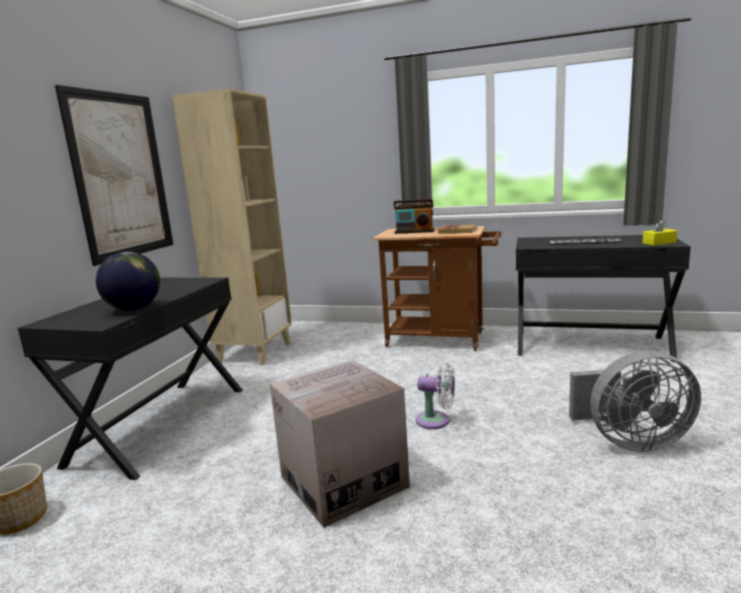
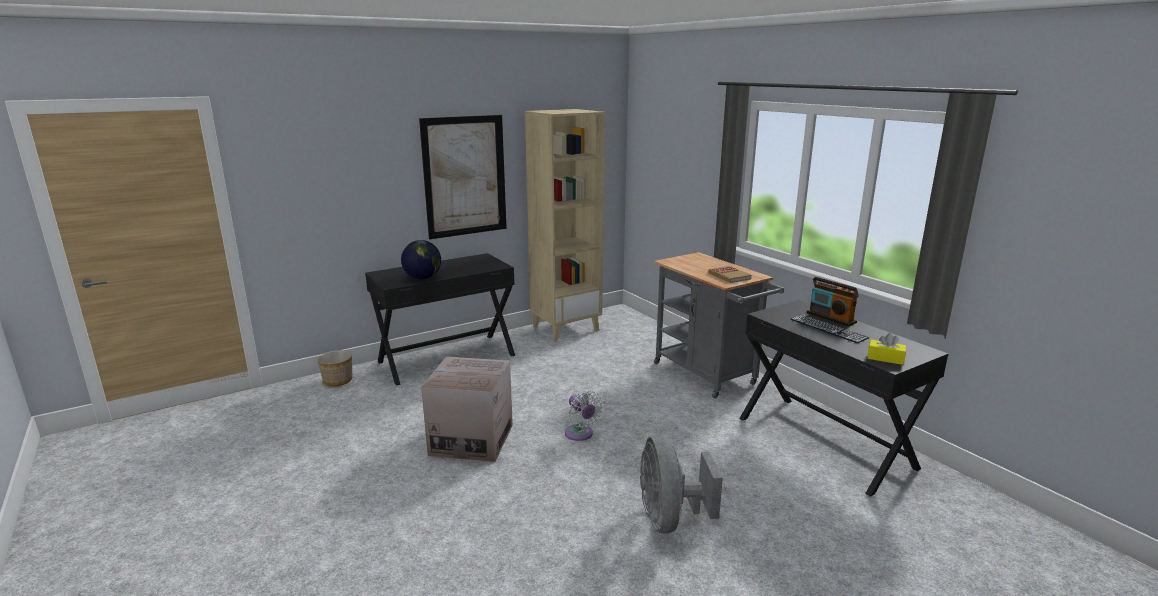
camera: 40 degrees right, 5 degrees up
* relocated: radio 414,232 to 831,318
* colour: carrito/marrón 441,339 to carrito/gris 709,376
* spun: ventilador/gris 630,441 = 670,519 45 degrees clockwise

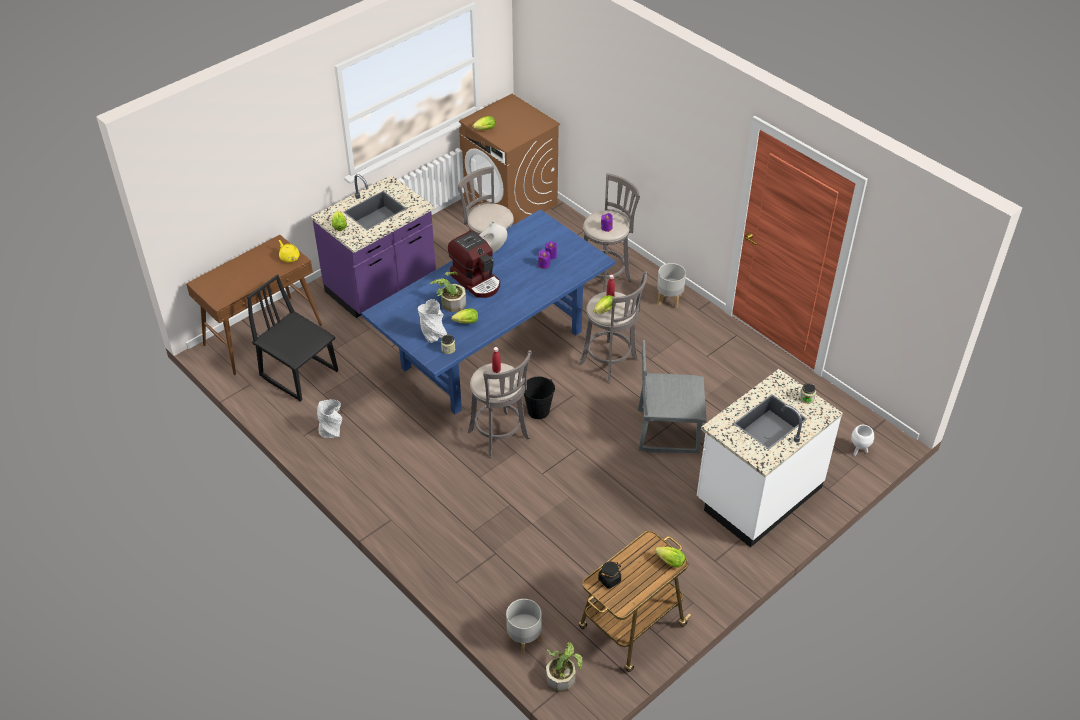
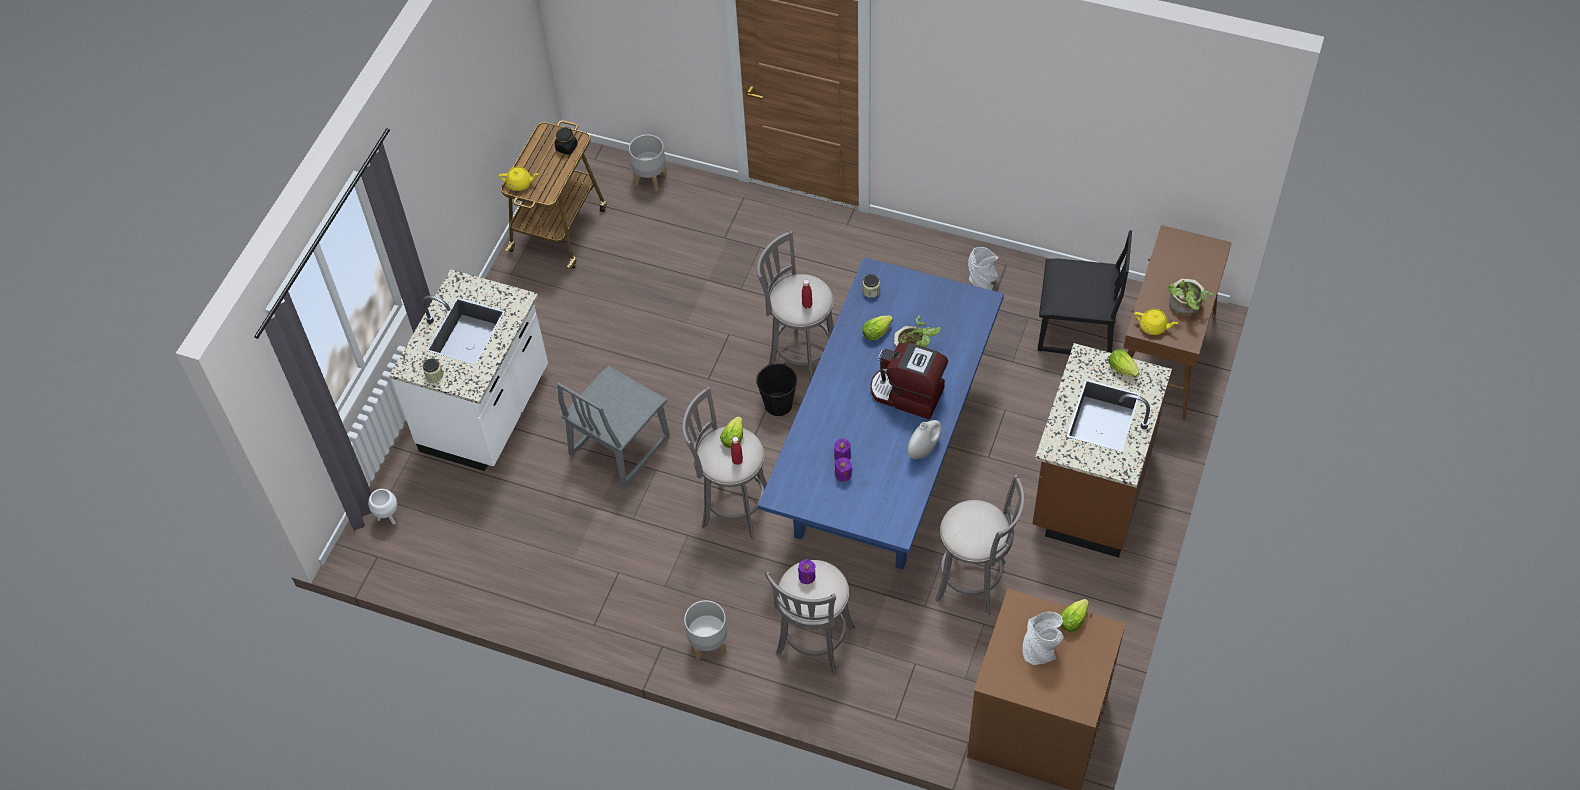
camera: 155 degrees right, 10 degrees up
* colour: mueble bajo de cocina/morado 382,286 to mueble bajo de cocina/marrón 1090,489
* relocated: florero/gris 433,334 to 1041,650
* spun: silla/gris 668,431 = 618,445 150 degrees clockwise
* exchanged: lechuga 668,561 to tetera/amarillo 520,183
* relocated: planta en maceta 563,675 to 1185,307

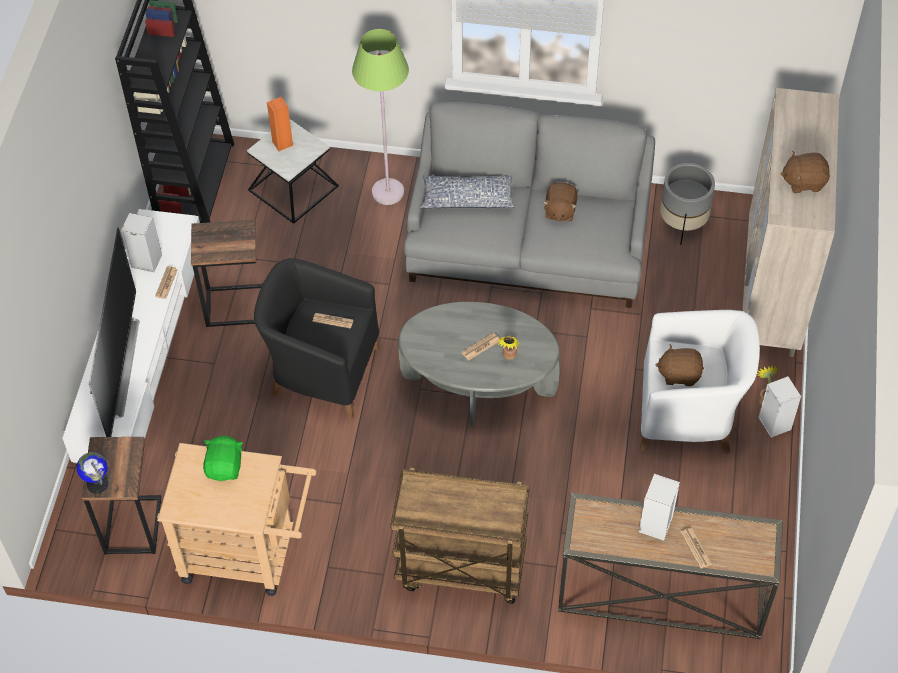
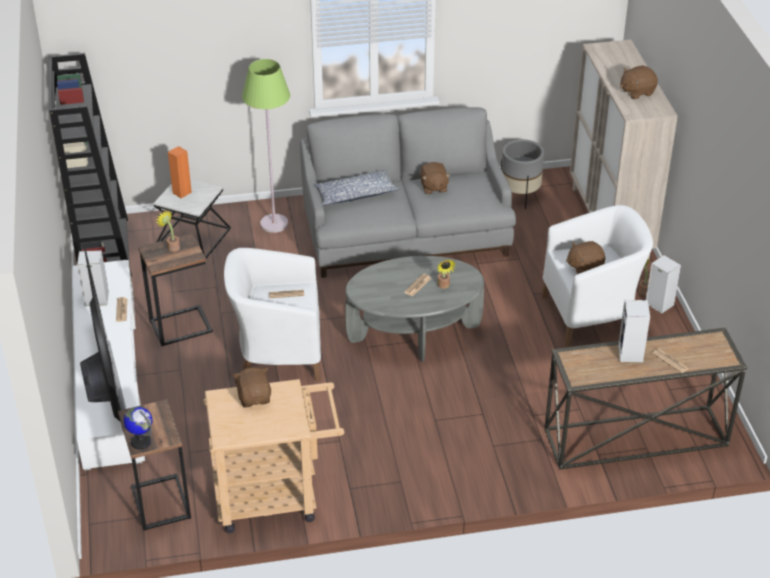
camera: 20 degrees left, 15 degrees down
* colour: sillón/negro 322,371 to sillón/blanco 277,354
* colour: peluche/verde 225,467 to peluche/marrón 254,397
* missing: carrito/marrón 460,569
* appeared: planta en maceta 172,247

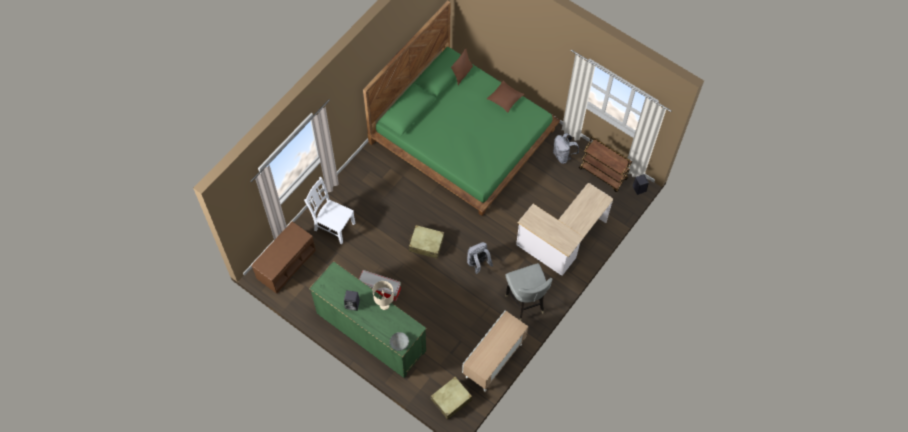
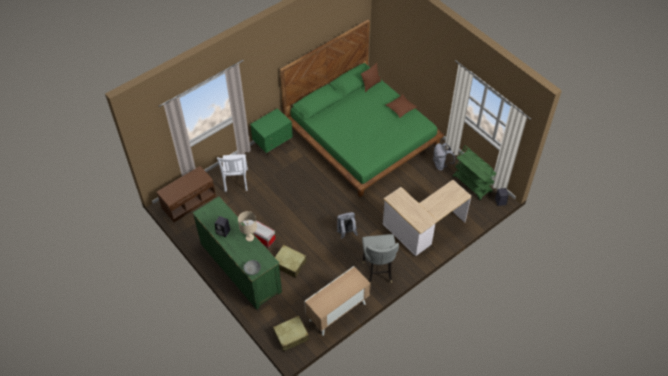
camera: 15 degrees right, 10 degrees down
* colour: carrito/marrón 603,174 to carrito/verde 472,184
* spun: silla/blanco 333,226 = 236,181 135 degrees counterclockwise
* relocated: maleta/beis 426,244 to 289,264
* appeared: mesita de noche/verde 273,144

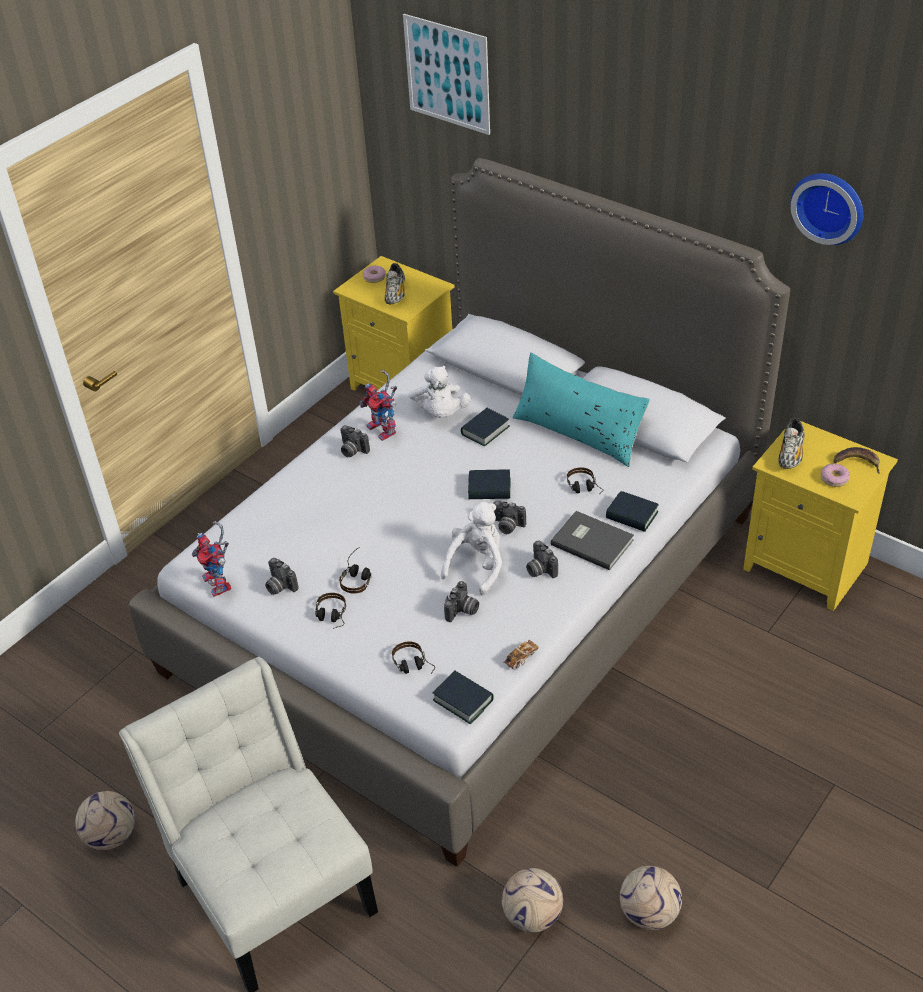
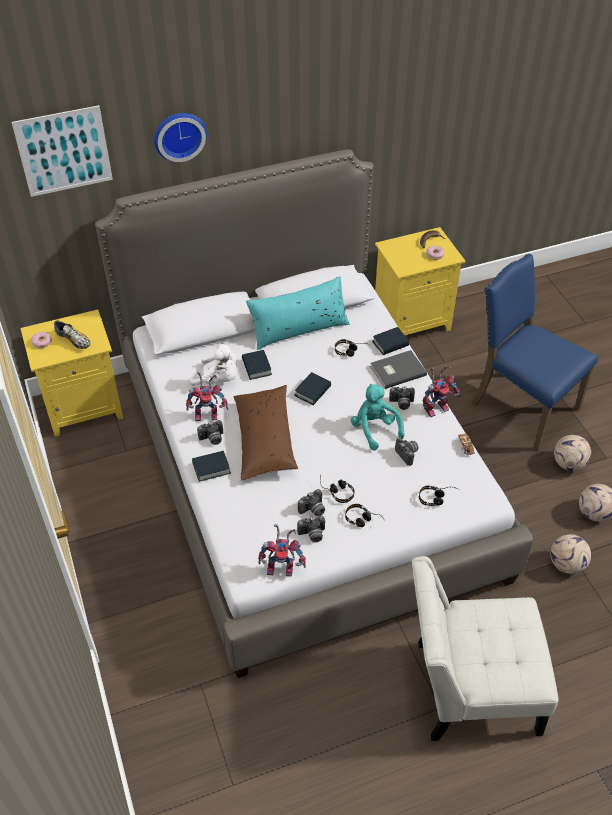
camera: 60 degrees left, 5 degrees up
* relocated: reloj de pared 829,206 to 179,135
* missing: zapato 790,453
* relocated: cámara 507,526 to 313,510
* colour: peluche/blanco 477,565 to peluche/turquesa 374,429
* relocated: libro 463,700 to 211,468
* relocated: balón de fútbol 112,836 to 568,463
* appeared: silla/azul 521,406
* appeared: robot de juguete 437,407
* appeared: cojín/marrón 265,439

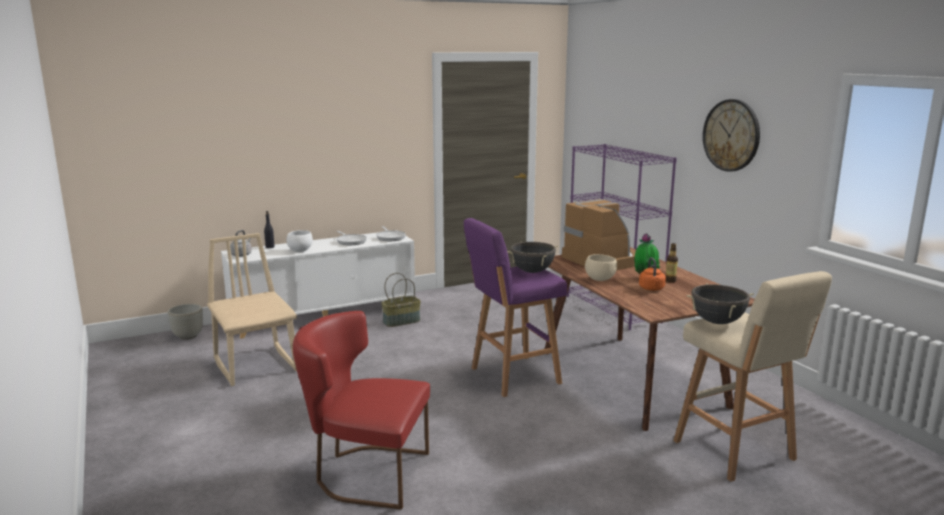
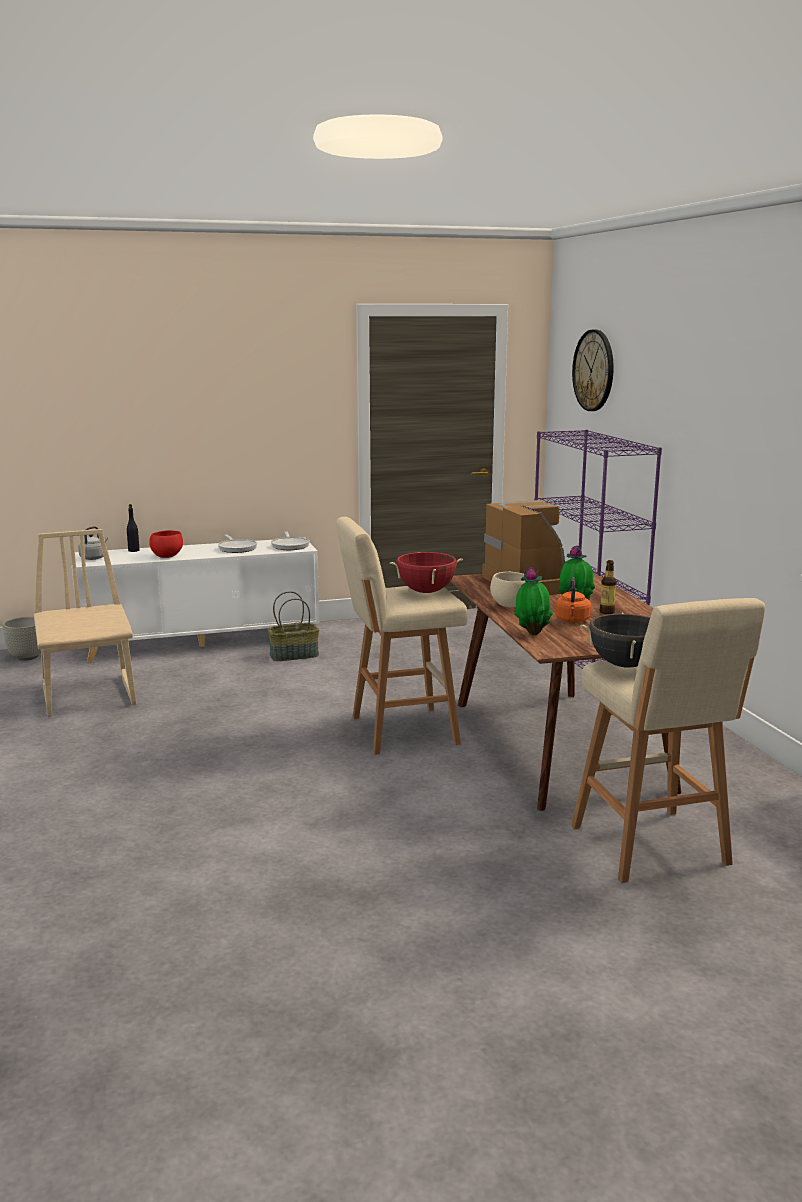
camera: 10 degrees right, 0 degrees up
* relocated: reloj de pared 731,135 to 594,370
* colour: taburete/morado 512,376 to taburete/beis 400,731
* colour: cuenco/blanco 299,251 to cuenco/rojo 166,556
* colour: olla/negro 532,271 to olla/rojo 426,591
* missing: silla/rojo 365,474
* appeared: planta en maceta 532,633

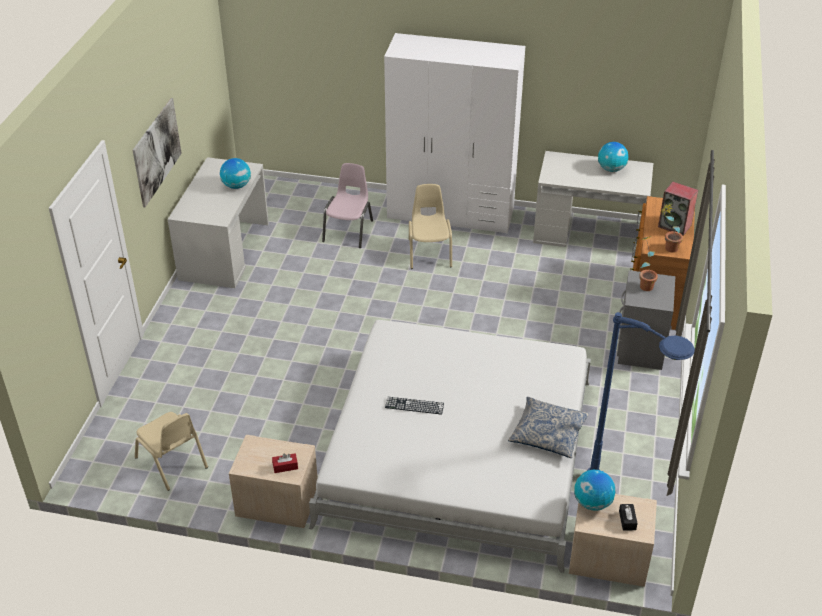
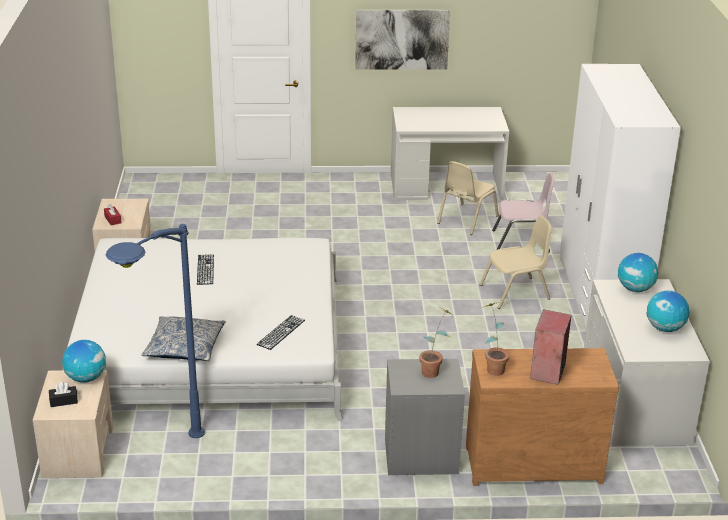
camera: 75 degrees right, 10 degrees down
* relocated: globo terráqueo 236,186 to 635,289
* relocated: silla/beis 172,462 to 466,219
* appeared: teclado 281,332

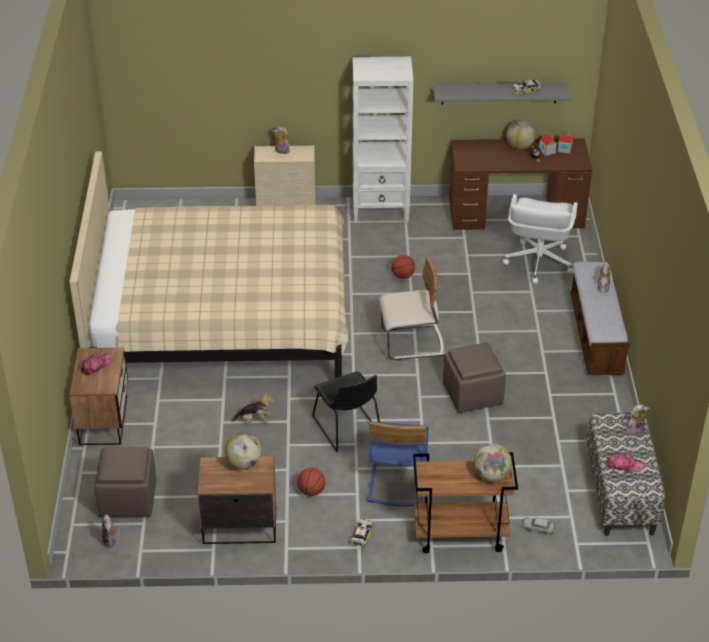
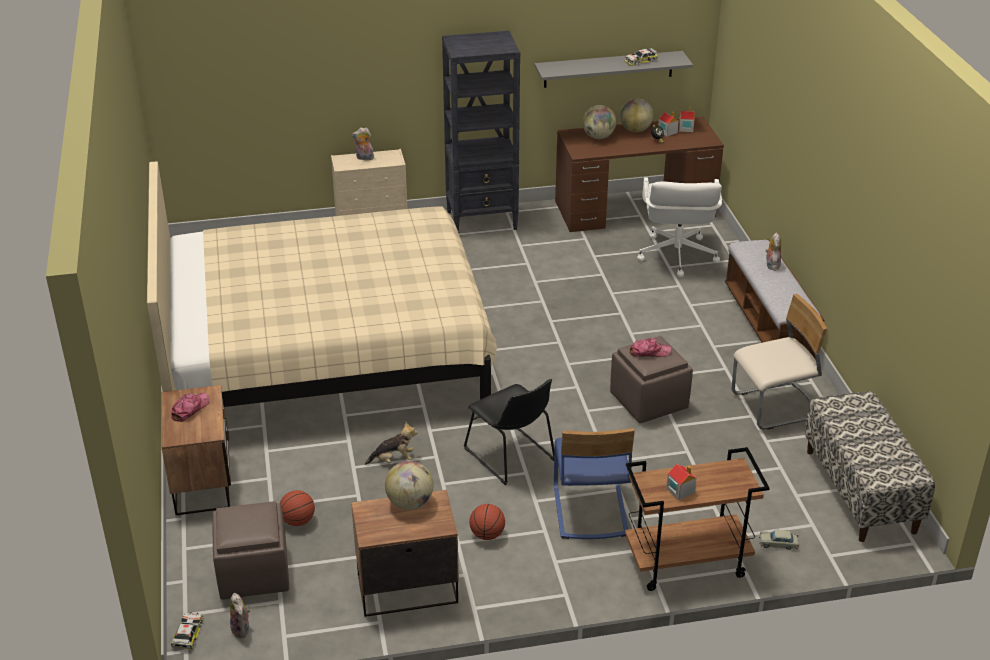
camera: 10 degrees left, 5 degrees down
* colour: estantería/blanco 381,210 to estantería/negro 482,220
* relocated: balón de baloncesto 402,276 to 298,521
* relocated: silla/beis 412,343 to 776,407
* missing: peluche 635,429
* relocated: globo terráqueo 491,475 to 598,137
* relocated: gorra 624,465 to 649,352
* relocated: coche de juguete 362,535 to 188,634
* appeared: casita 680,490

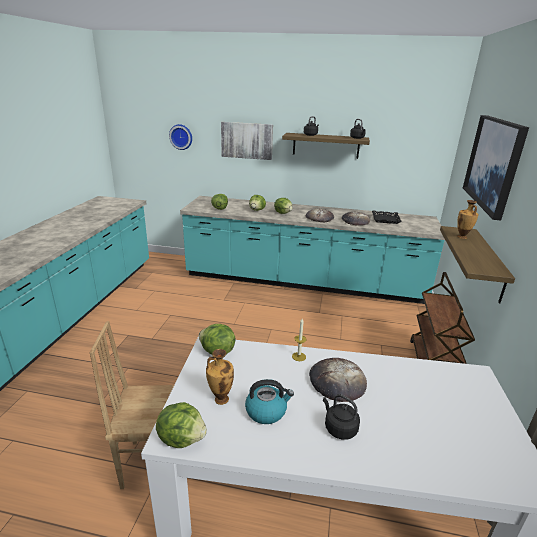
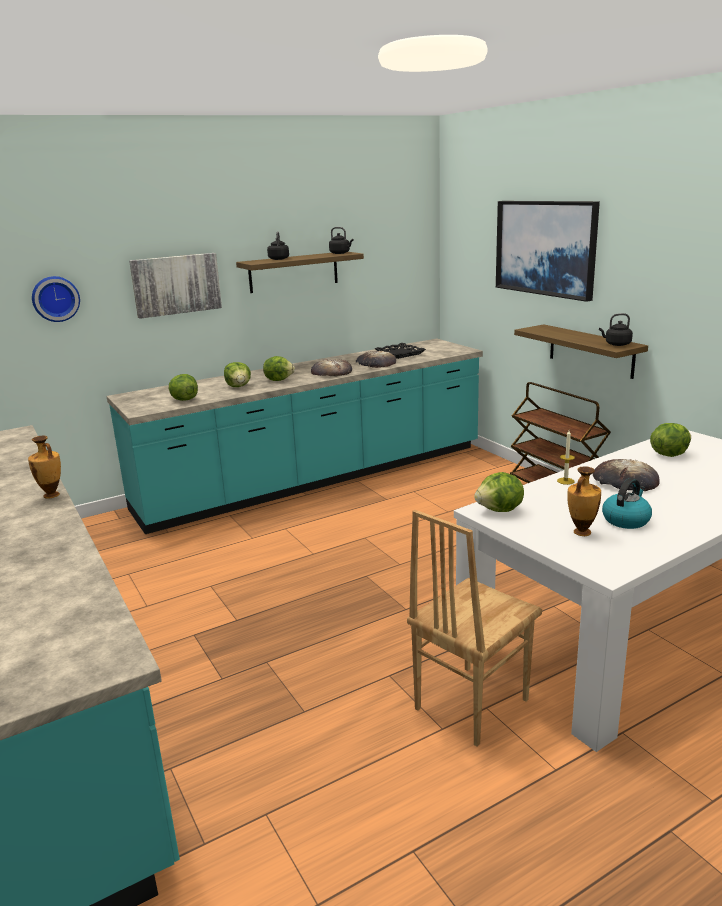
camera: 40 degrees left, 5 degrees down
* relocated: florero 462,237 to 51,495
* relocated: hervidor/negro 339,428 to 616,344
* relocated: lechuga 182,438 to 668,454

